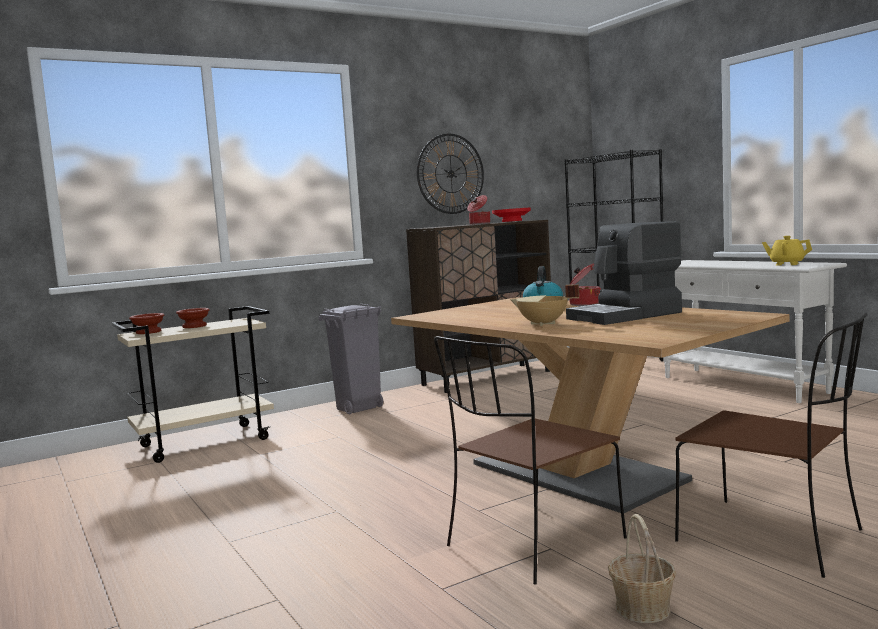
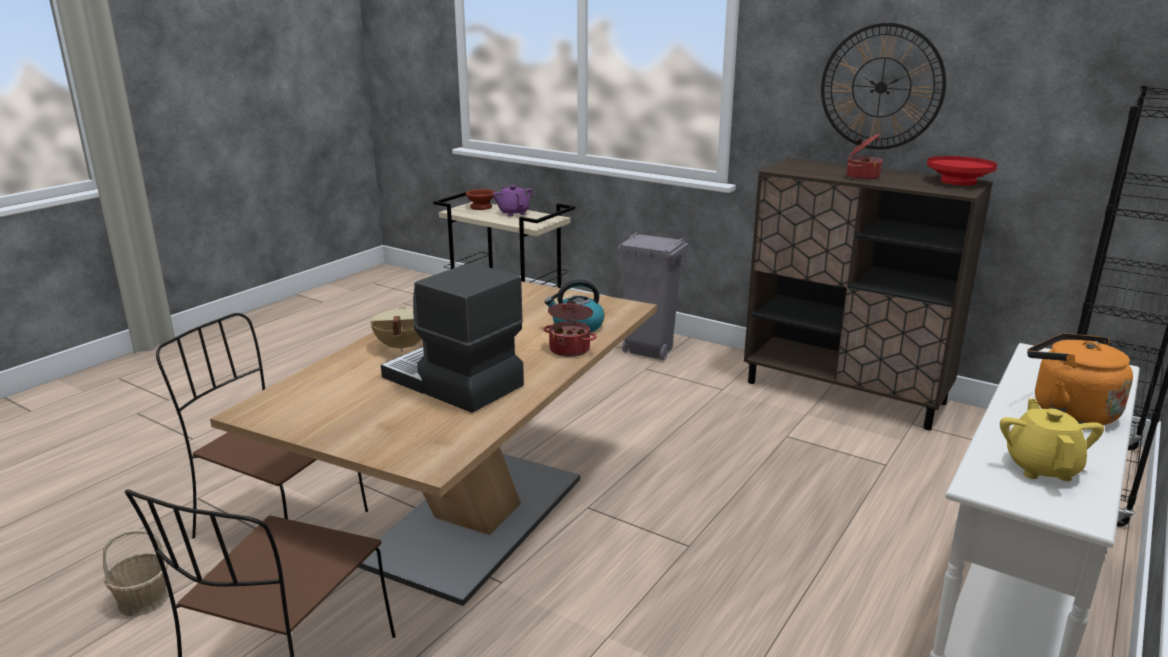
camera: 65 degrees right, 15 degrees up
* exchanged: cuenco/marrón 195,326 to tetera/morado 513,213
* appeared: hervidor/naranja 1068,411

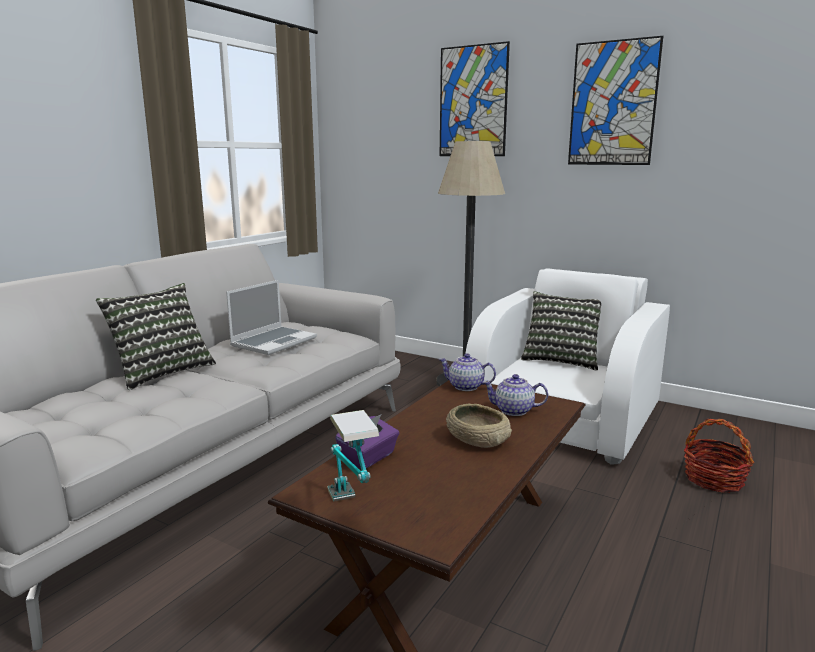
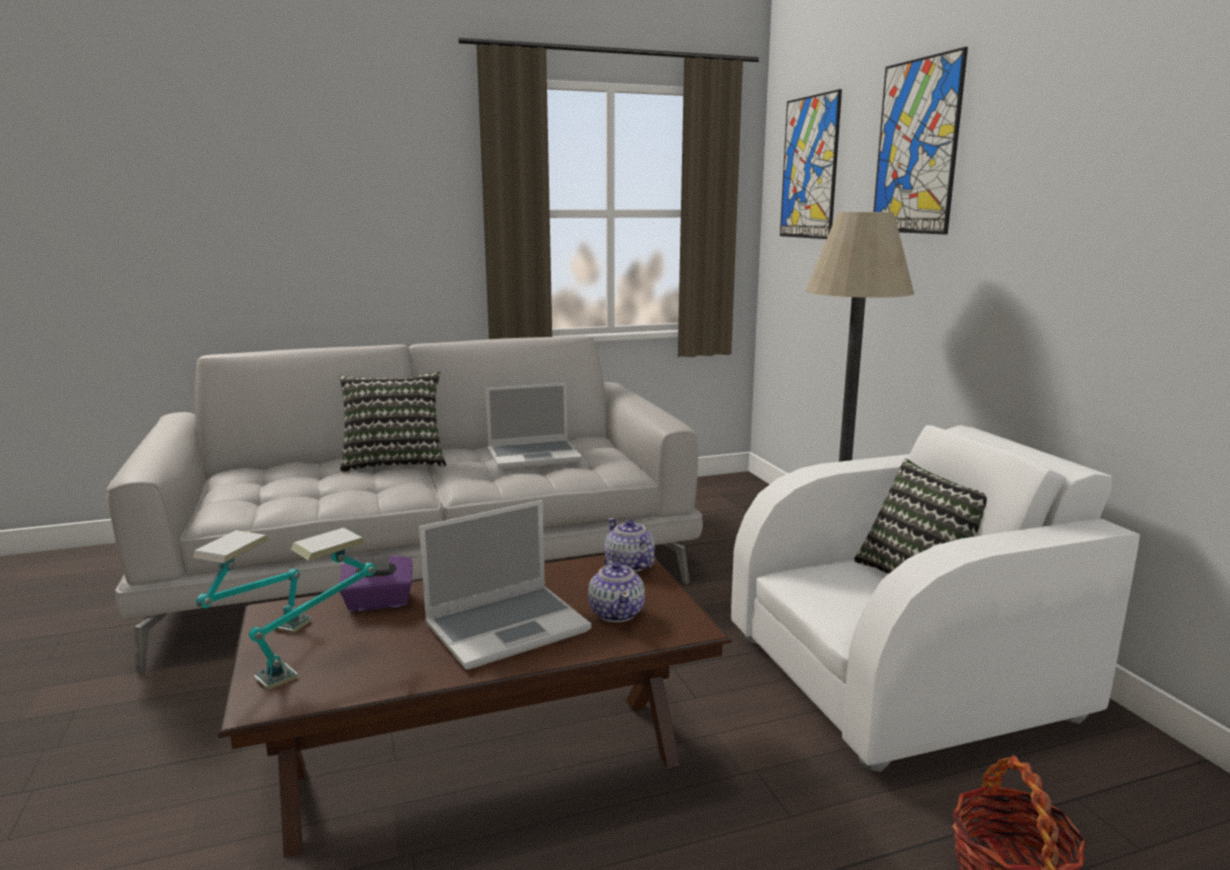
camera: 40 degrees right, 0 degrees up
* relocated: cuadro 613,104 to 809,168
* spun: tetera 514,411 = 617,613 150 degrees counterclockwise
* exchanged: cuenco/beis 478,439 to portátil 508,627
* appeared: lámpara de mesa 321,660

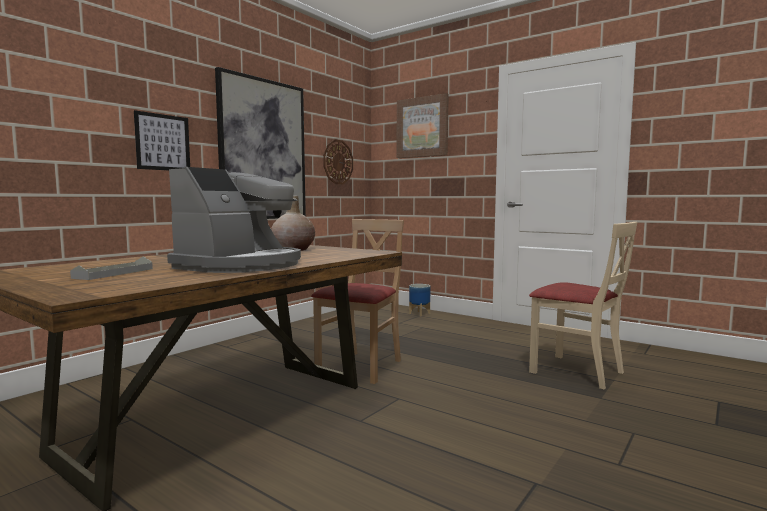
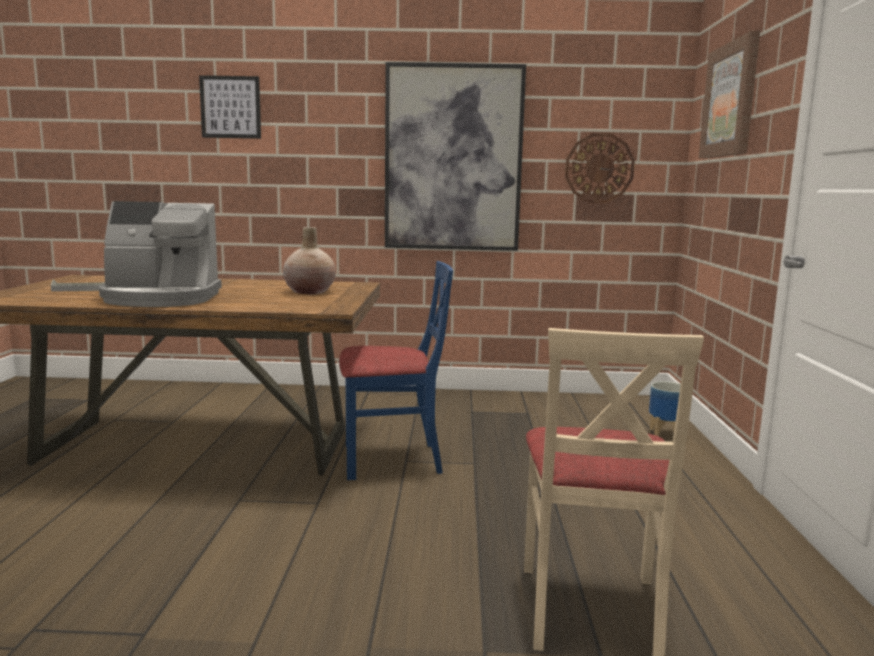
camera: 55 degrees right, 5 degrees up
* relocated: cuadro 162,142 to 230,107
* colour: silla/beis 361,366 to silla/azul 391,460

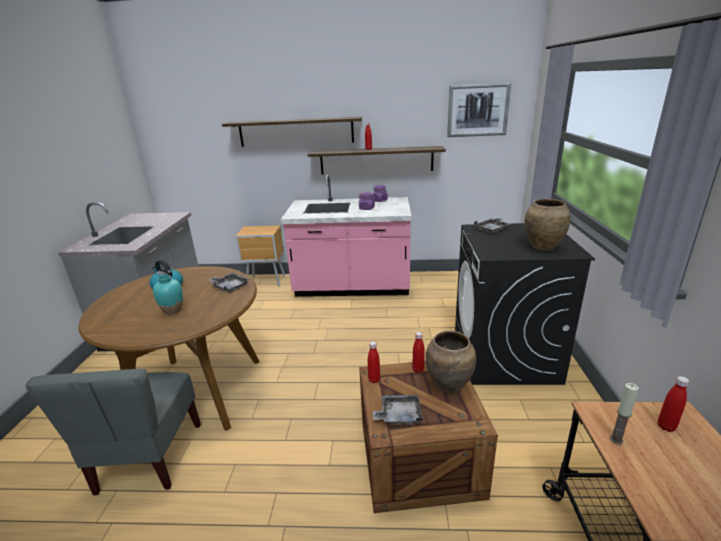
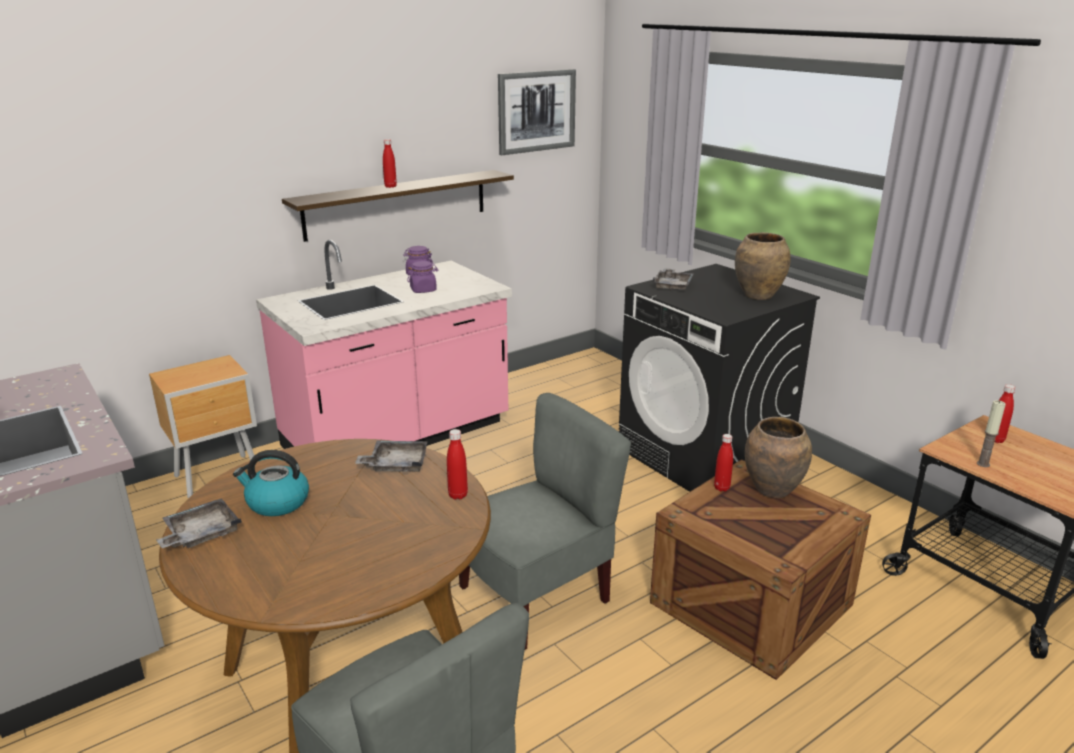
camera: 40 degrees left, 0 degrees up
* missing: estante 296,132
* missing: florero/turquesa 172,310
* relocated: botella/rojo 374,380 to 458,495
* relocated: bandeja/gris 399,415 to 201,534
* appeared: silla/gris 536,596

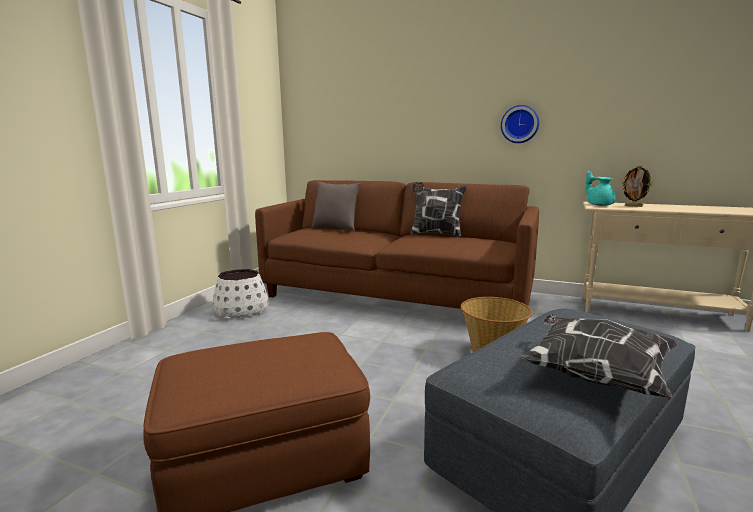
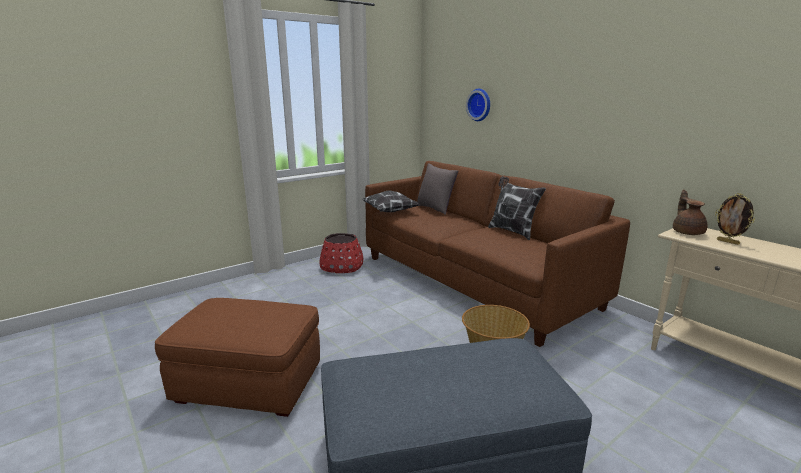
camera: 30 degrees right, 5 degrees up
* relocated: reloj de pared 519,124 to 480,105
* colour: tetera/turquesa 599,205 to tetera/marrón 687,232
* colour: maceta/blanco 241,310 to maceta/rojo 342,266
* relocated: cojín 594,375 to 390,212

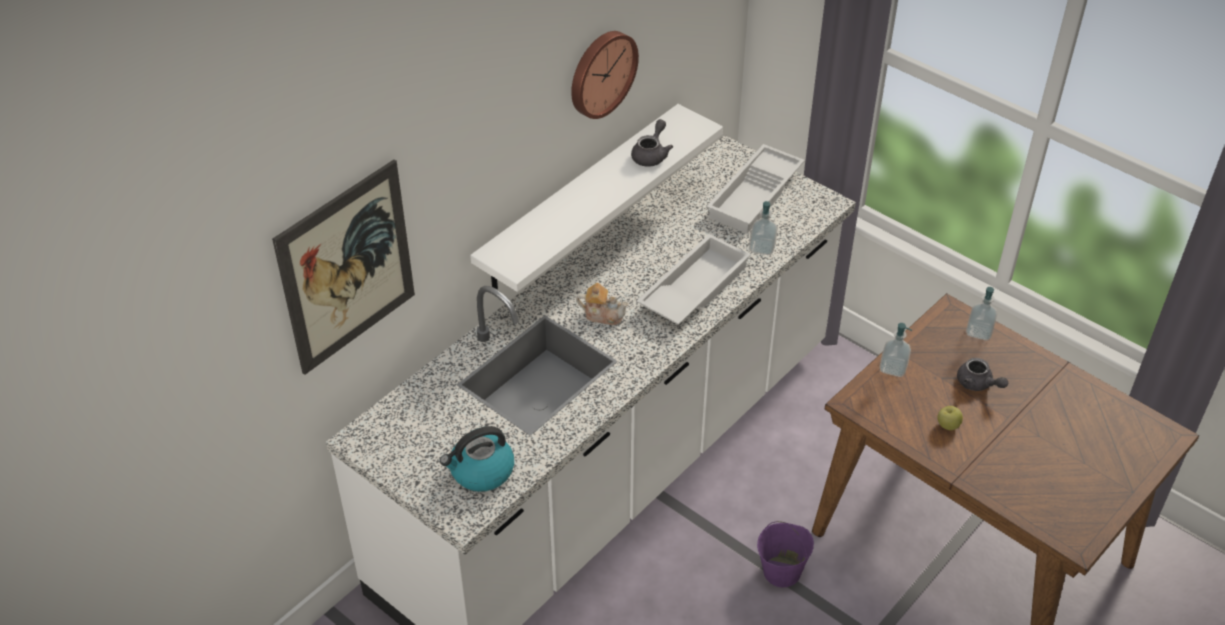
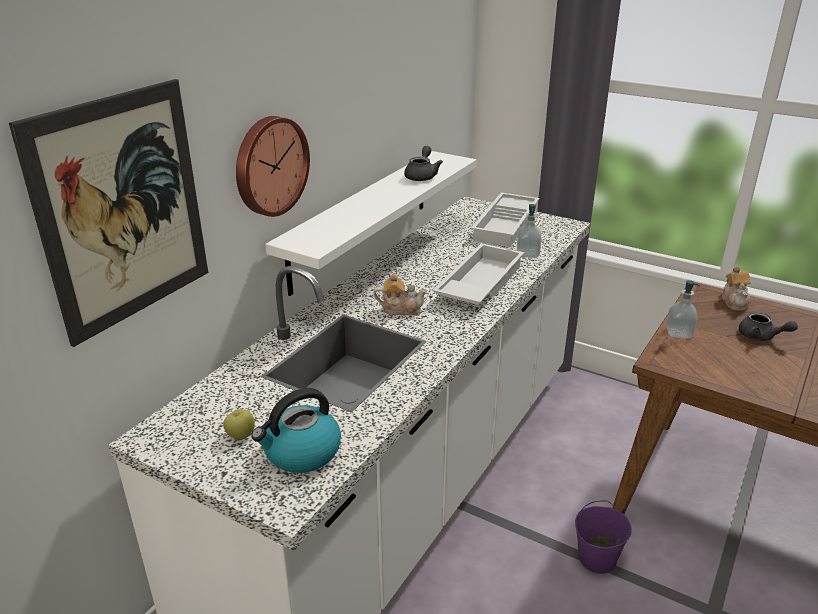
camera: 10 degrees left, 15 degrees down
* relocated: reloj de pared 601,73 to 269,165
* exchanged: dispensador de jabón 979,332 to tetera 735,302
* relocated: manzana 947,425 to 241,435

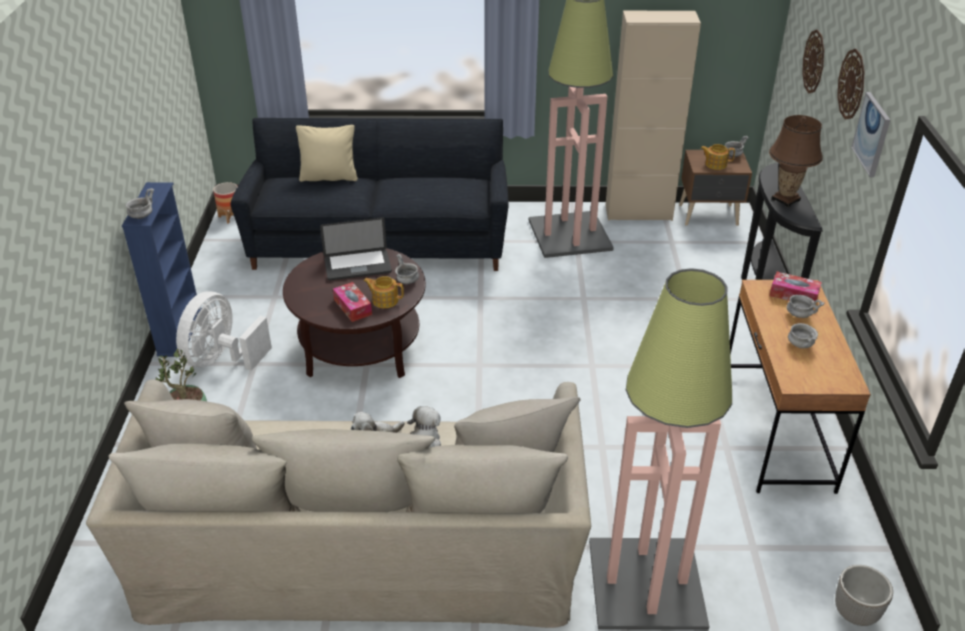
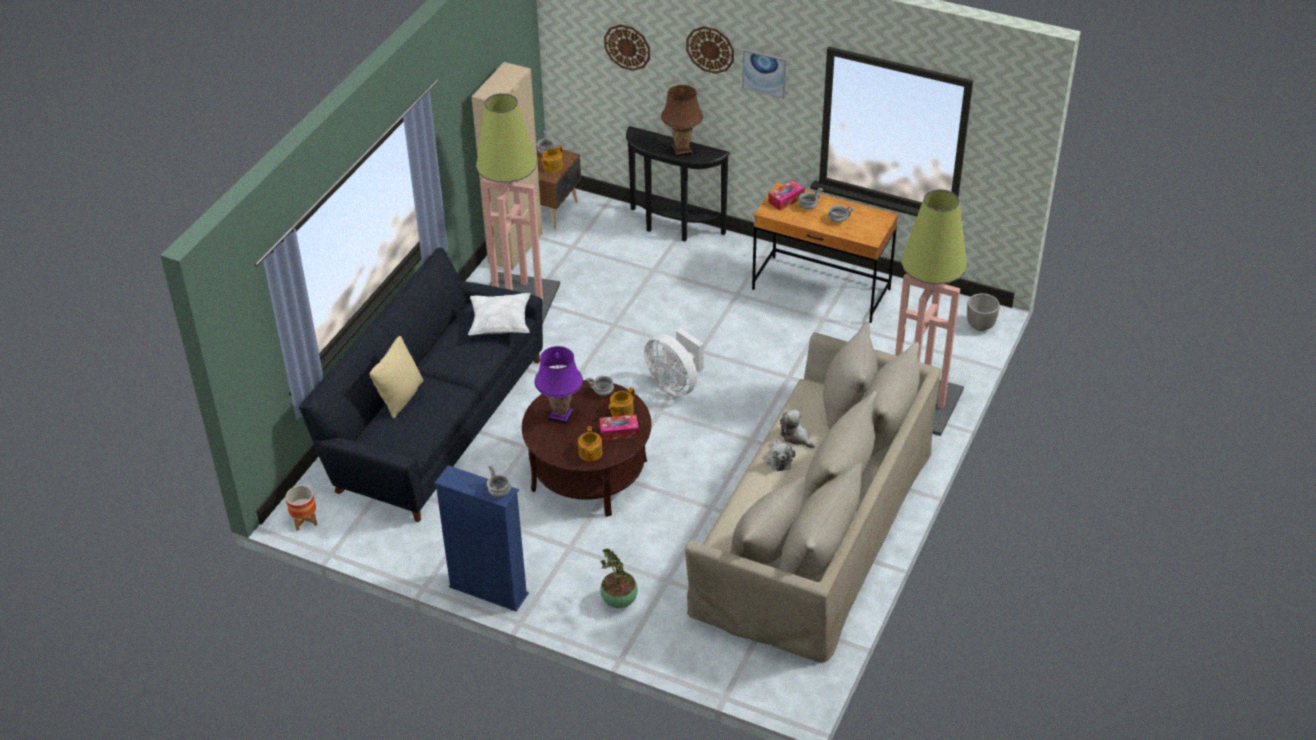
camera: 65 degrees left, 5 degrees up
* exchanged: portátil 357,266 to lámpara de mesa/morado 561,415
* relocated: ventilador/blanco 222,359 to 675,384
* appeared: cojín/blanco 500,325
* appeared: tetera 590,453

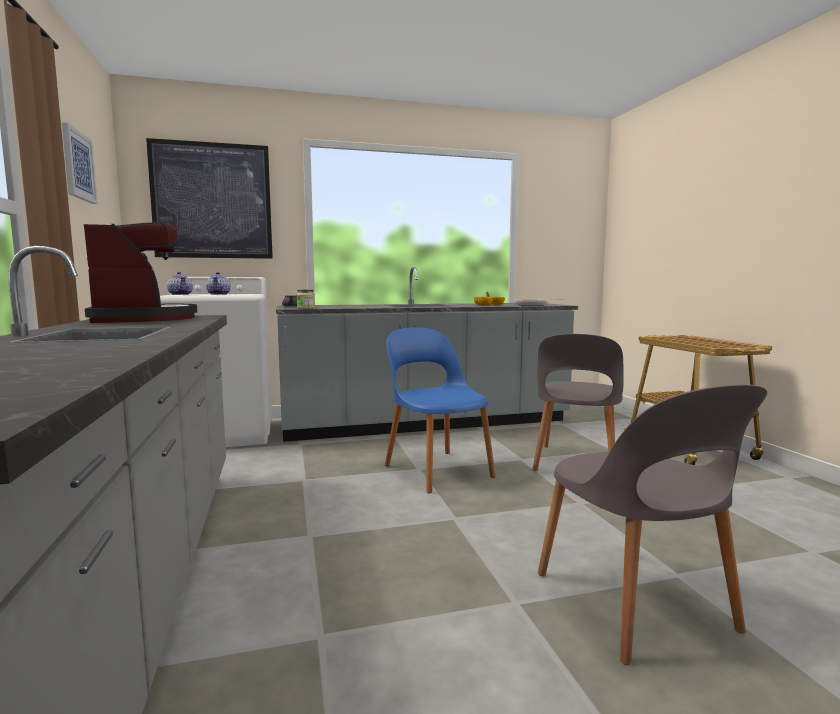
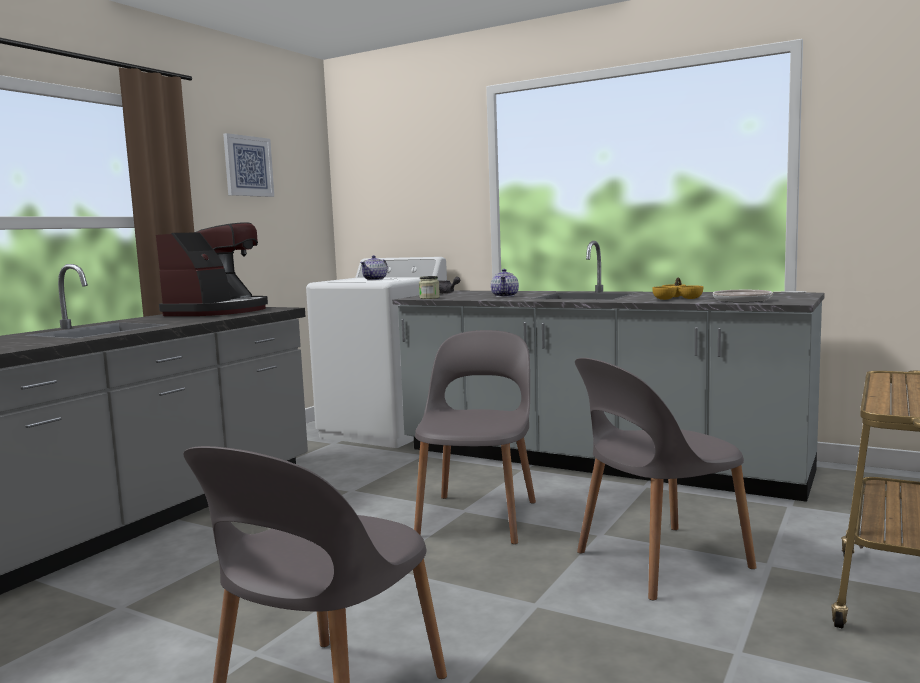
camera: 45 degrees right, 0 degrees up
* missing: cuadro 212,201
* relocated: tetera 180,294 to 505,296
* colour: silla/azul 437,470 to silla/gris 478,517

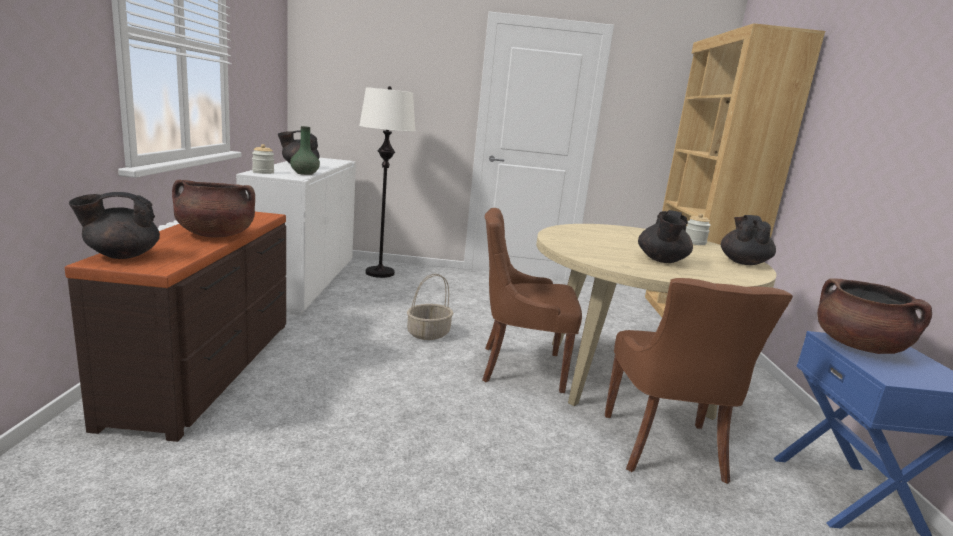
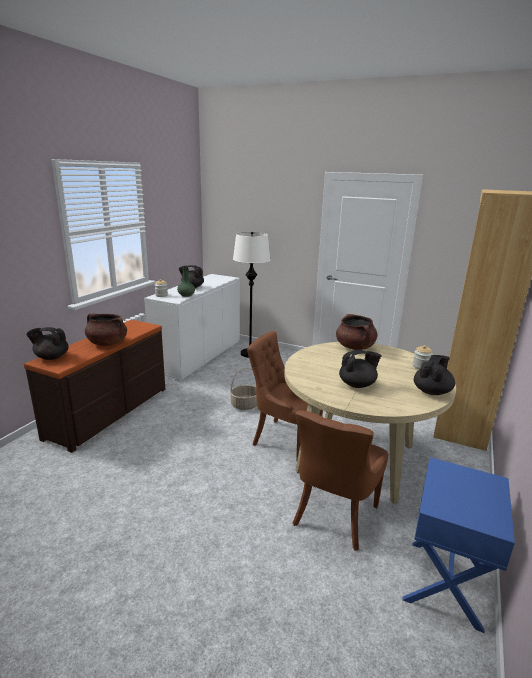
camera: 25 degrees right, 5 degrees up
* spun: tetera/negro 661,260 = 357,385 150 degrees counterclockwise
* relocated: olla/marrón 858,346 to 355,347

